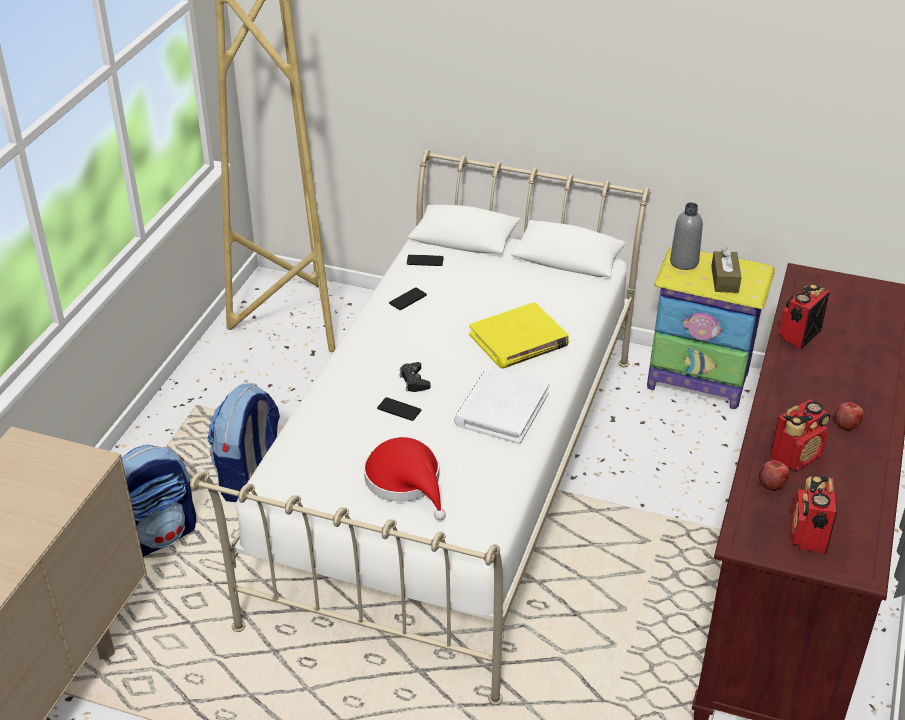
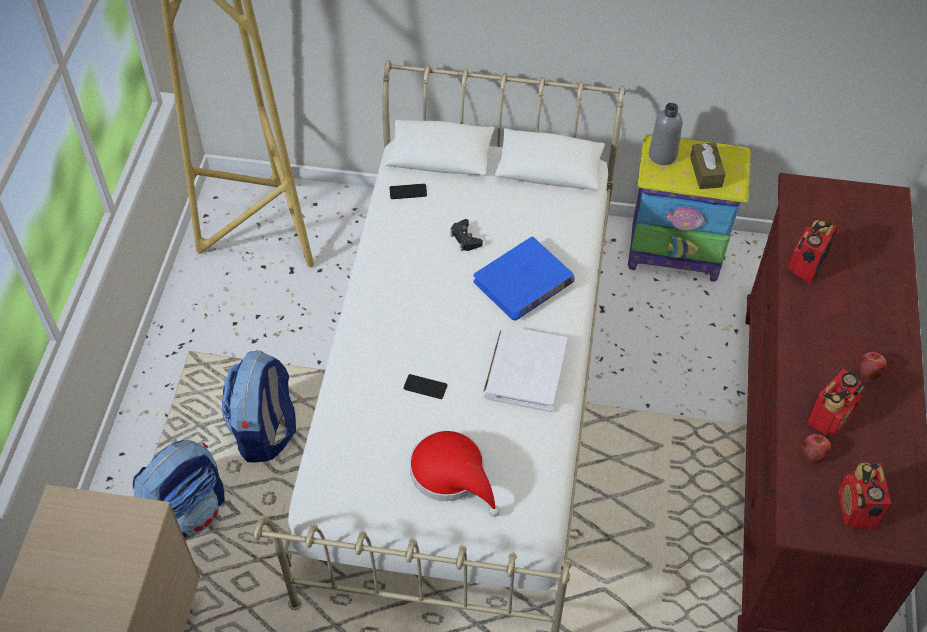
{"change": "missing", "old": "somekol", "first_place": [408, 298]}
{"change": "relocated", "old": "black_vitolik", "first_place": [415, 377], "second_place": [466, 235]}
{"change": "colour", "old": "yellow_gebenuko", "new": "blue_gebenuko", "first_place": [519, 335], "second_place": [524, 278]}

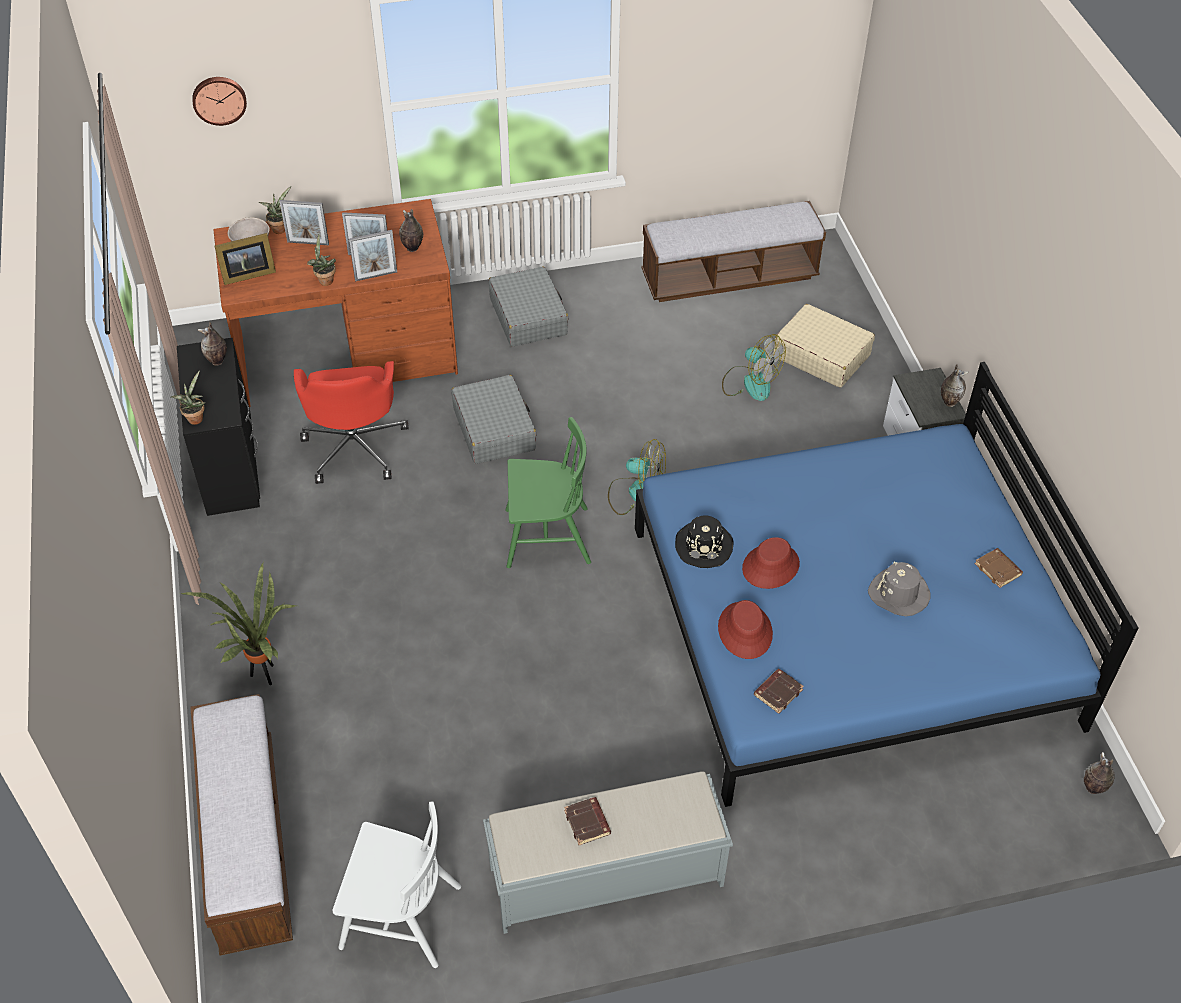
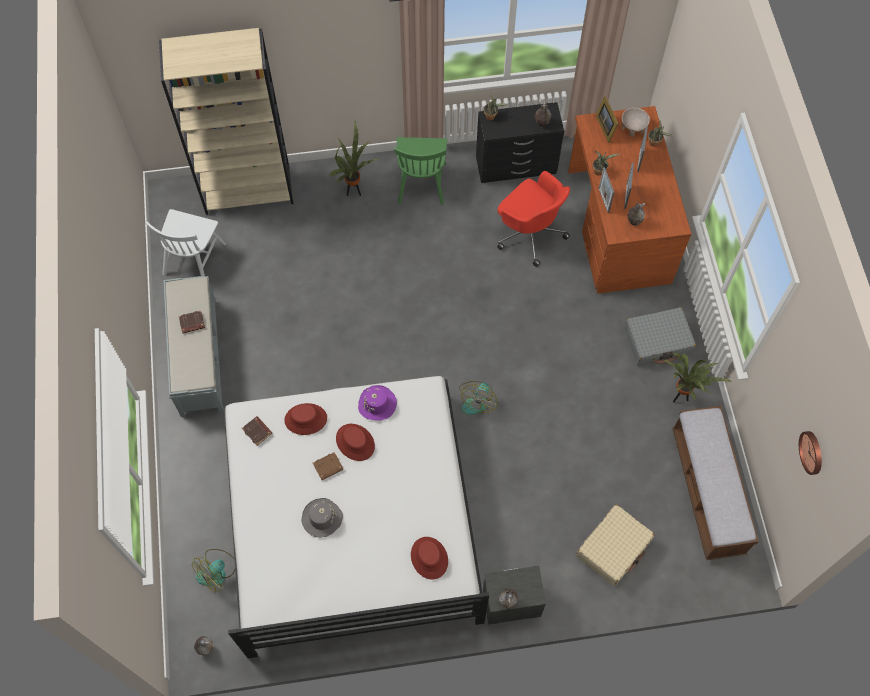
{"change": "exchanged", "old": "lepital", "new": "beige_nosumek", "first_place": [241, 824], "second_place": [226, 121]}
{"change": "relocated", "old": "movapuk", "first_place": [219, 101], "second_place": [810, 453]}
{"change": "spun", "old": "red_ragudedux", "first_place": [351, 422], "second_place": [533, 219], "degrees": -135}
{"change": "missing", "old": "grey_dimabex", "first_place": [493, 419]}
{"change": "relocated", "old": "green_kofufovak", "first_place": [548, 492], "second_place": [420, 171]}
{"change": "colour", "old": "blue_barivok", "new": "white_barivok", "first_place": [887, 584], "second_place": [356, 517]}
{"change": "colour", "old": "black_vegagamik", "new": "purple_vegagamik", "first_place": [704, 541], "second_place": [377, 403]}
{"change": "relocated", "old": "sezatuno", "first_place": [754, 367], "second_place": [213, 570]}
{"change": "relocated", "old": "brown_gebenuko", "first_place": [999, 568], "second_place": [328, 466]}
{"change": "appeared", "new": "red_vegagamik", "second_place": [429, 558]}
{"change": "appeared", "new": "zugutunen", "second_place": [698, 378]}

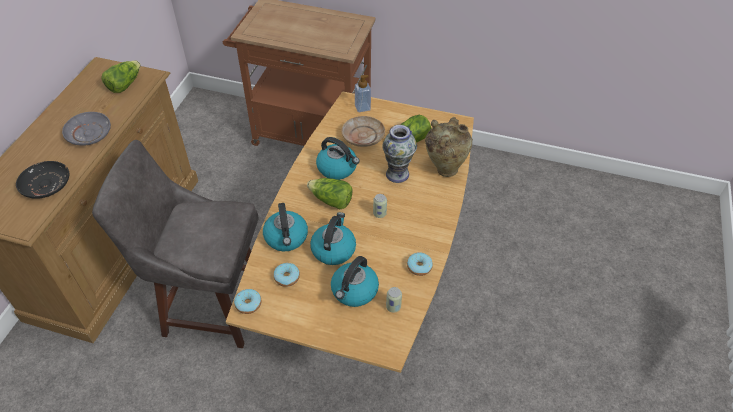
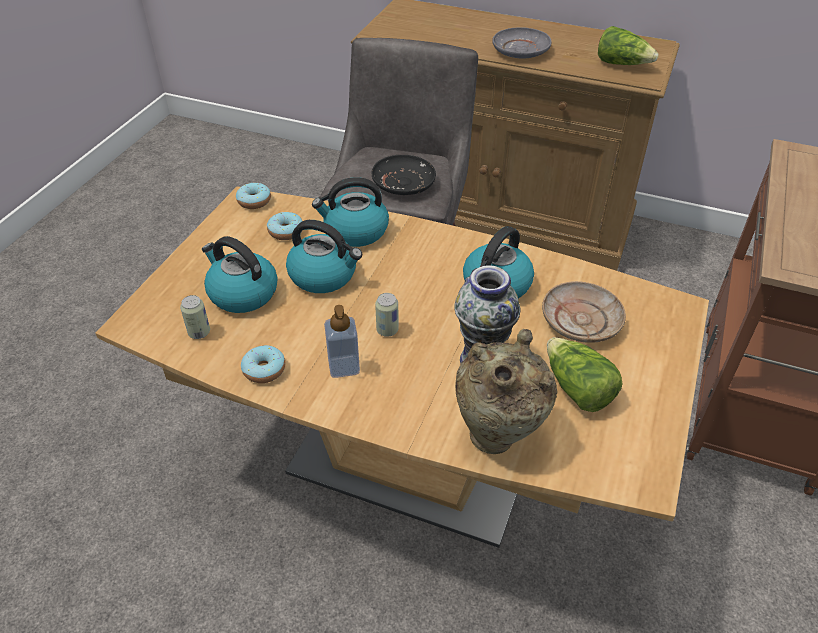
{"change": "relocated", "old": "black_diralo", "first_place": [42, 180], "second_place": [403, 175]}
{"change": "missing", "old": "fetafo", "first_place": [330, 193]}
{"change": "relocated", "old": "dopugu", "first_place": [363, 93], "second_place": [342, 341]}

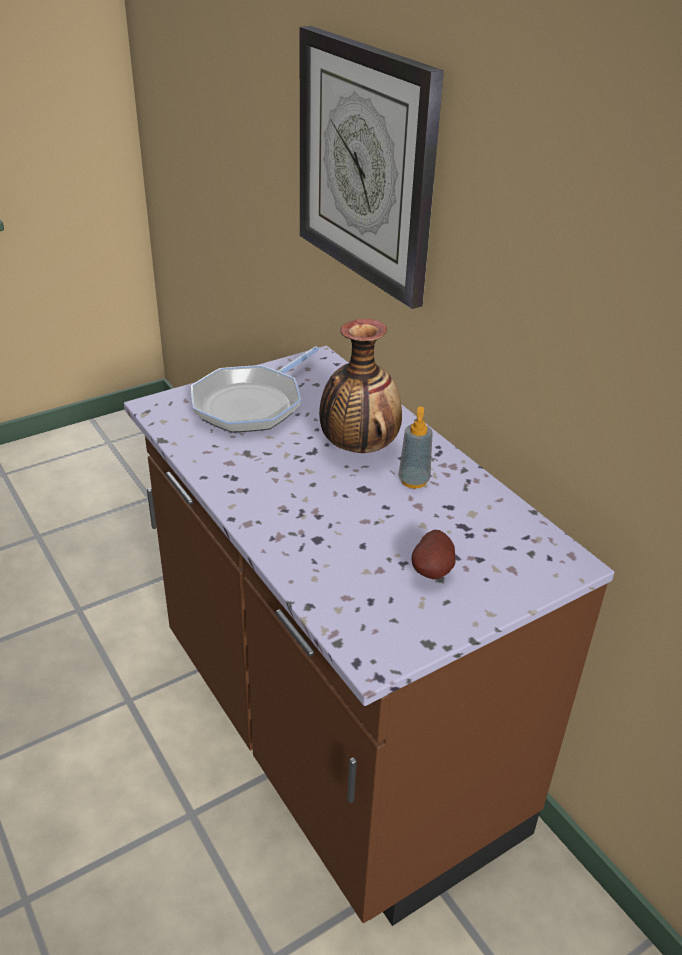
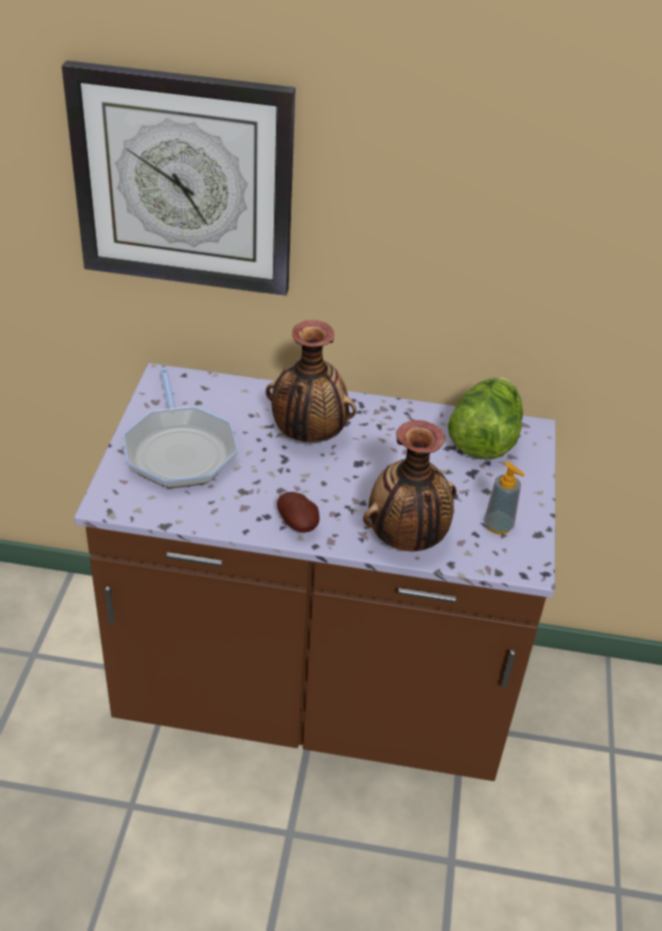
{"change": "relocated", "old": "dopugu", "first_place": [416, 447], "second_place": [504, 498]}
{"change": "relocated", "old": "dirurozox", "first_place": [433, 554], "second_place": [298, 512]}
{"change": "appeared", "new": "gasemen", "second_place": [410, 485]}
{"change": "appeared", "new": "fetafo", "second_place": [485, 418]}

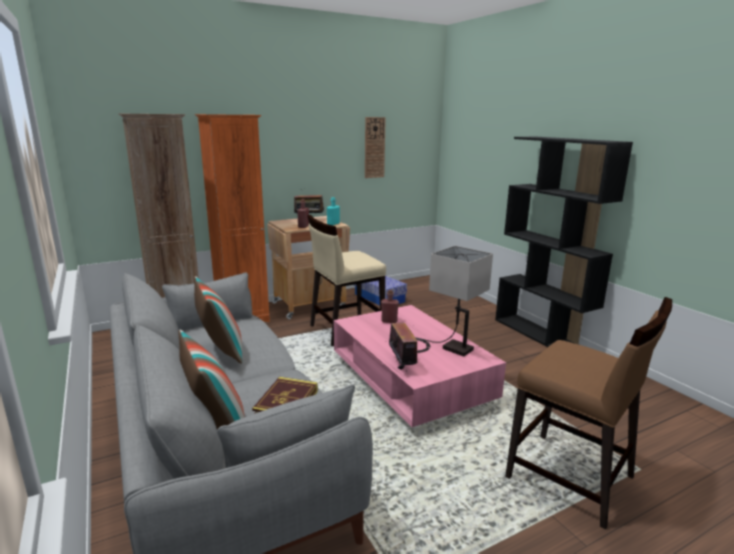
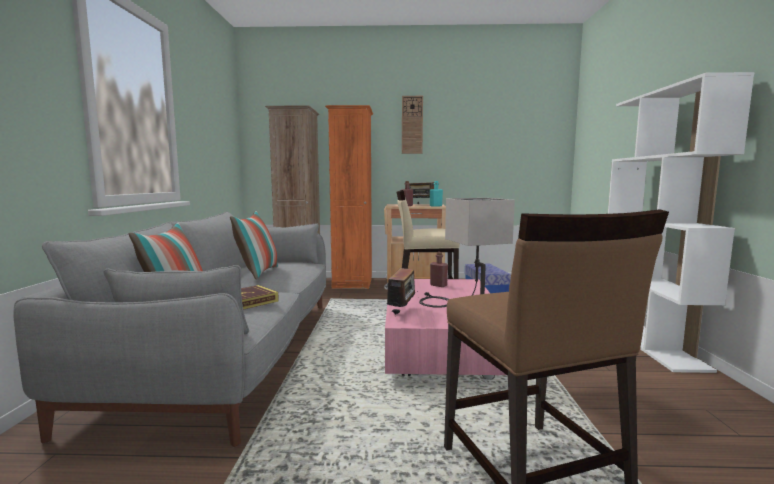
{"change": "relocated", "old": "movapuk", "first_place": [375, 147], "second_place": [412, 125]}
{"change": "colour", "old": "black_nosumek", "new": "white_nosumek", "first_place": [564, 242], "second_place": [681, 222]}

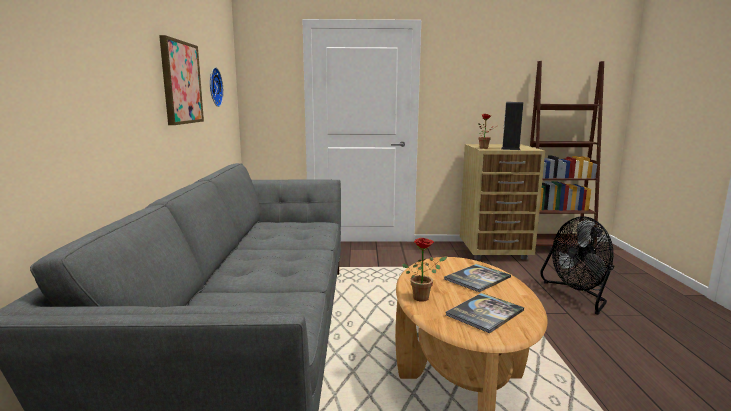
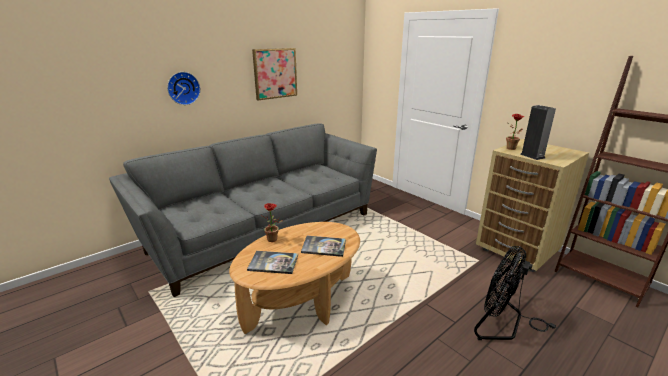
{"change": "relocated", "old": "movapuk", "first_place": [217, 87], "second_place": [183, 88]}

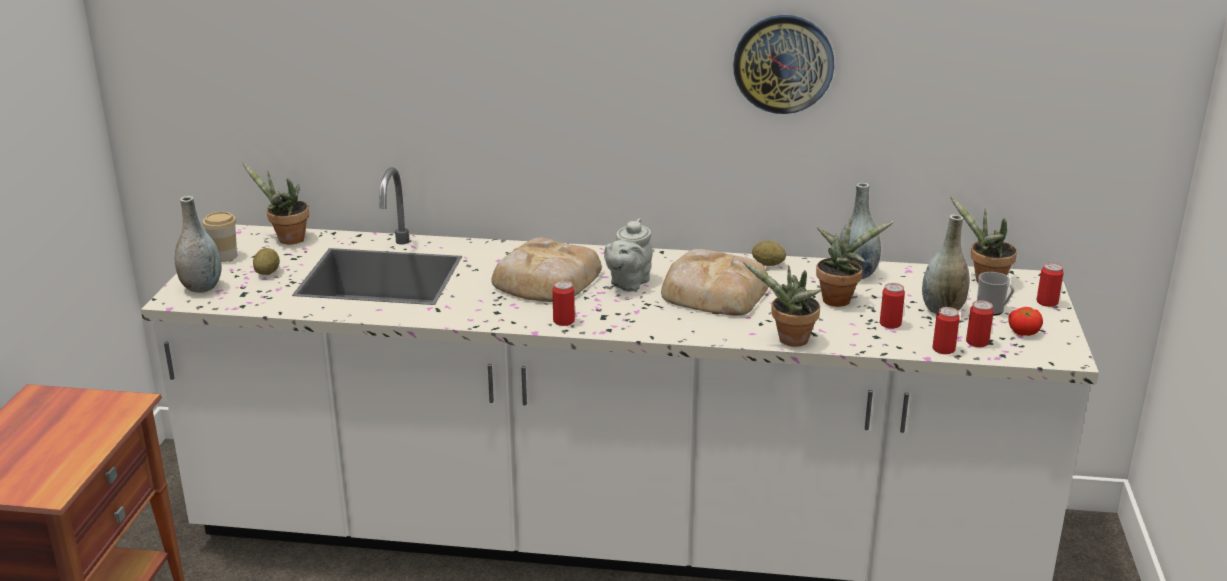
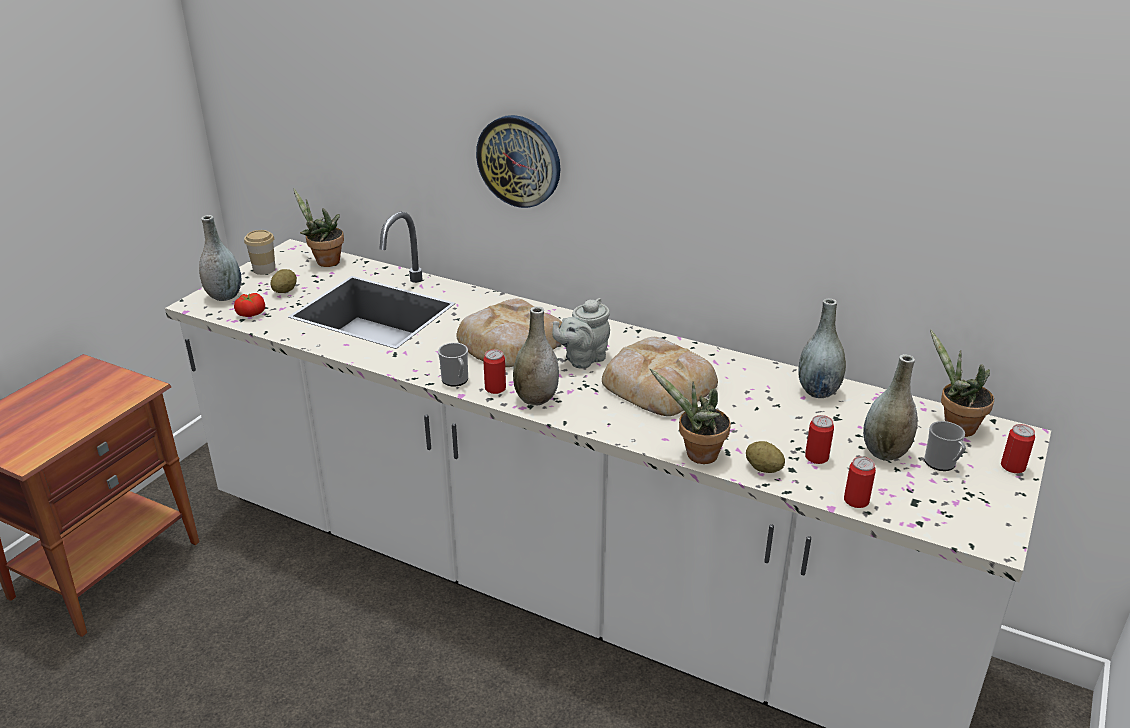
{"change": "relocated", "old": "movapuk", "first_place": [783, 64], "second_place": [518, 161]}
{"change": "relocated", "old": "dirurozox", "first_place": [769, 253], "second_place": [765, 457]}
{"change": "missing", "old": "zugutunen", "first_place": [855, 263]}
{"change": "missing", "old": "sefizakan", "first_place": [980, 323]}
{"change": "relocated", "old": "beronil", "first_place": [1025, 321], "second_place": [249, 305]}
{"change": "appeared", "new": "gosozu", "second_place": [453, 365]}
{"change": "appeared", "new": "grey_gasemen", "second_place": [536, 355]}

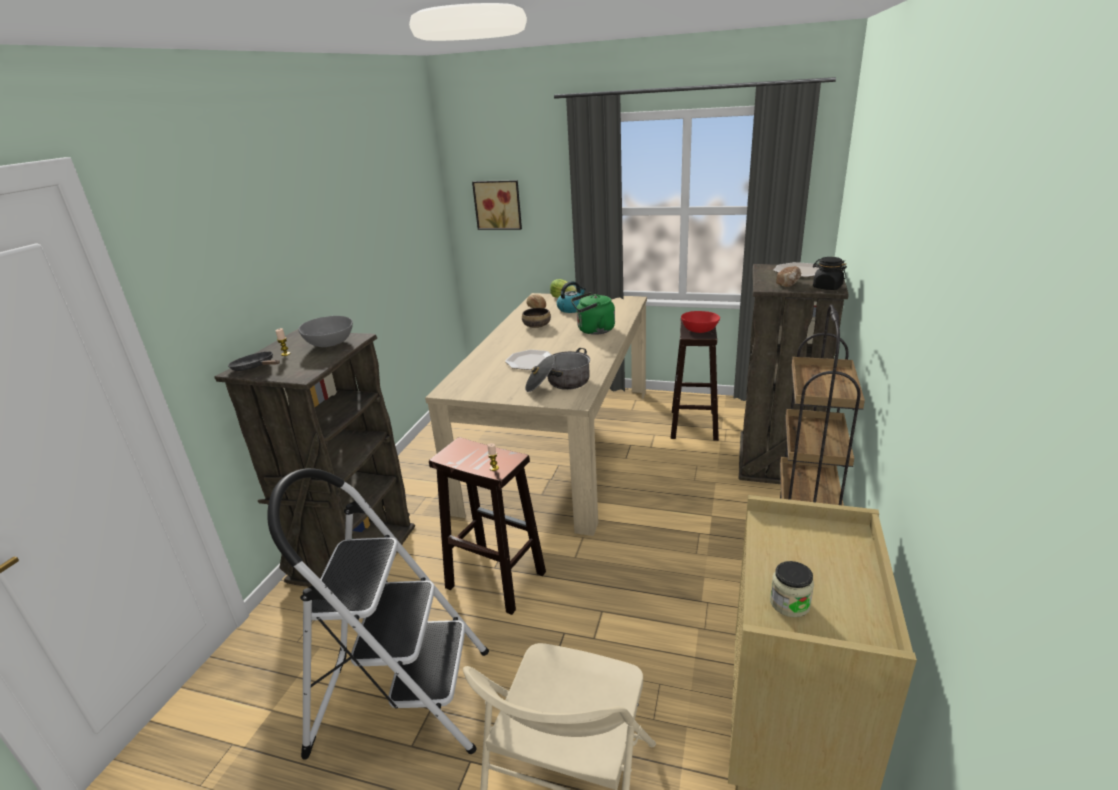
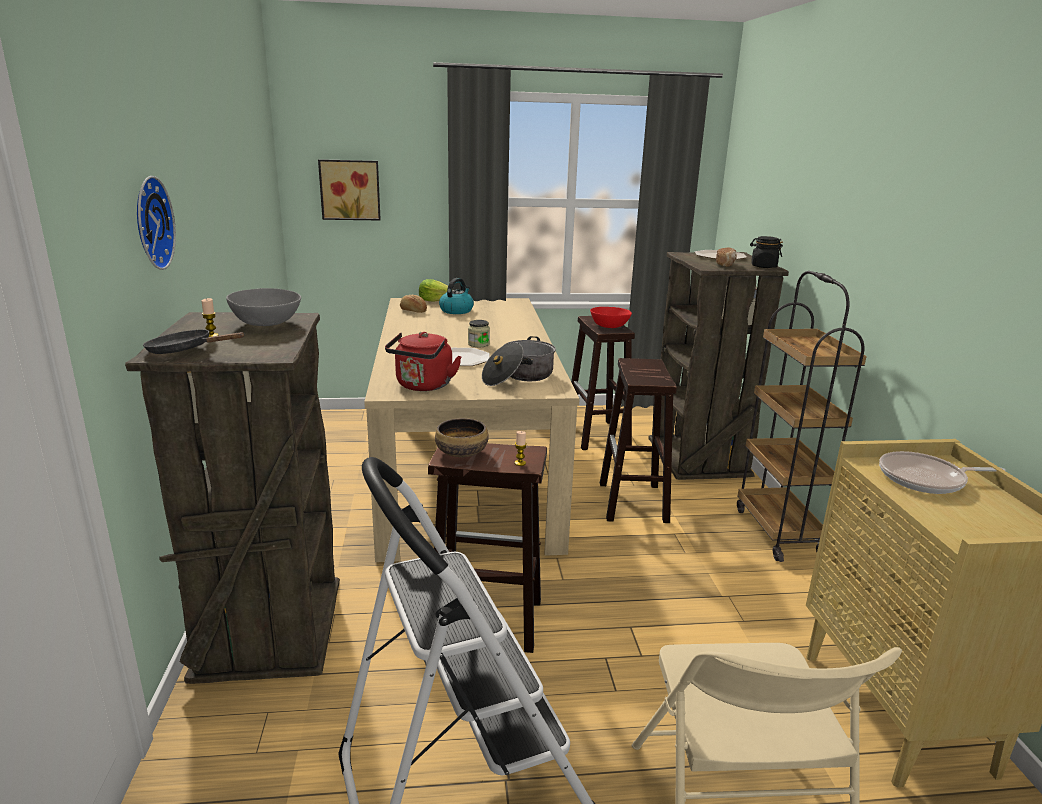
{"change": "relocated", "old": "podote", "first_place": [536, 318], "second_place": [462, 437]}
{"change": "missing", "old": "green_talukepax", "first_place": [593, 313]}
{"change": "relocated", "old": "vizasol", "first_place": [792, 589], "second_place": [479, 333]}
{"change": "appeared", "new": "movapuk", "second_place": [156, 223]}
{"change": "appeared", "new": "red_talukepax", "second_place": [423, 361]}
{"change": "appeared", "new": "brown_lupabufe", "second_place": [638, 440]}
{"change": "appeared", "new": "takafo", "second_place": [942, 472]}

